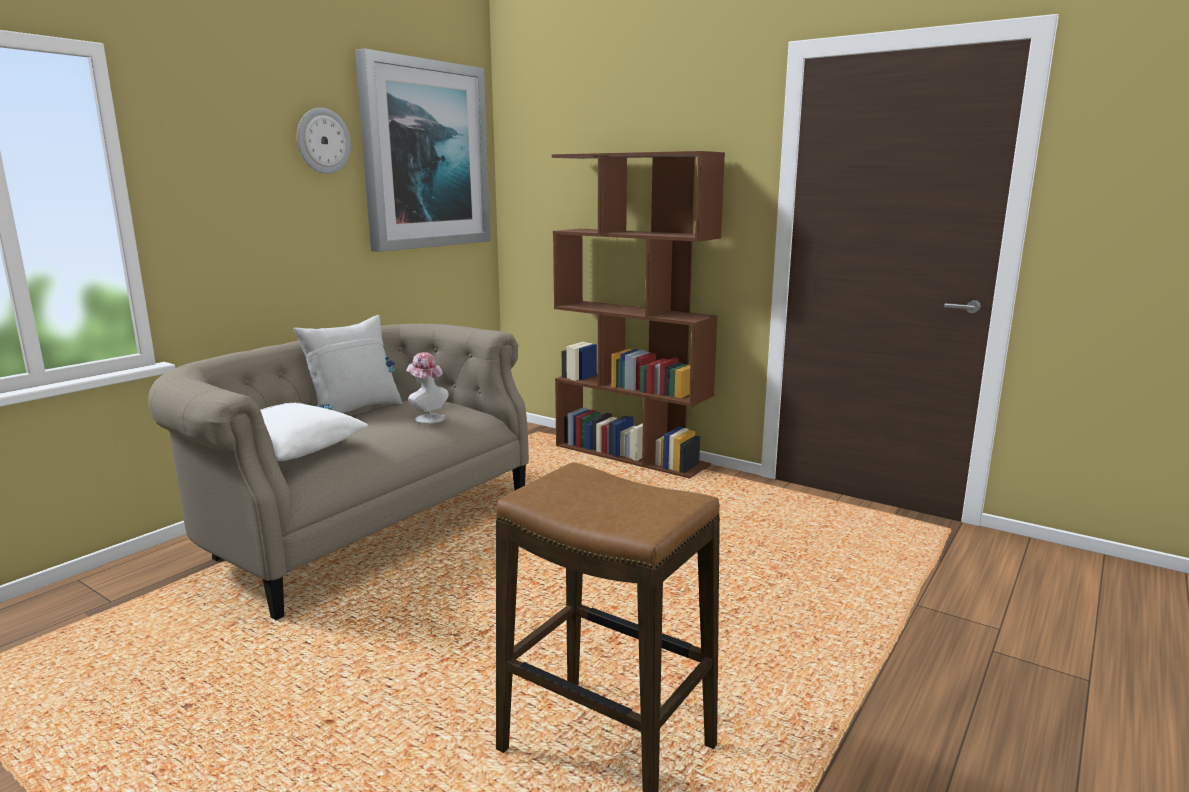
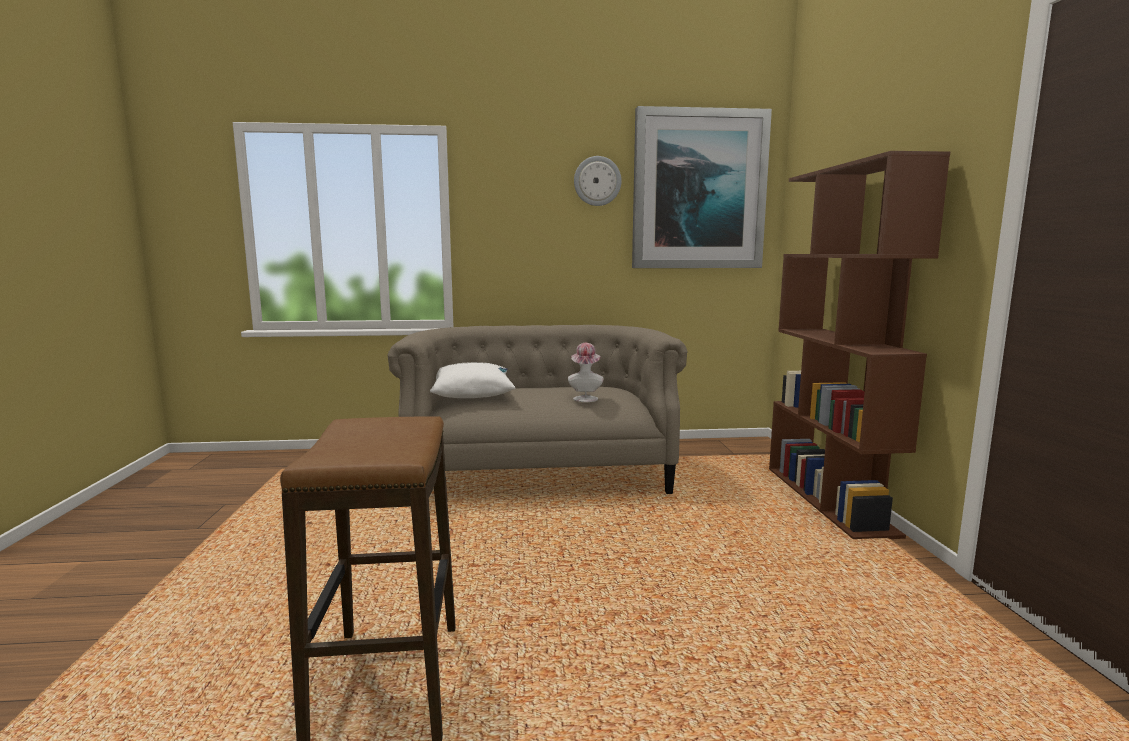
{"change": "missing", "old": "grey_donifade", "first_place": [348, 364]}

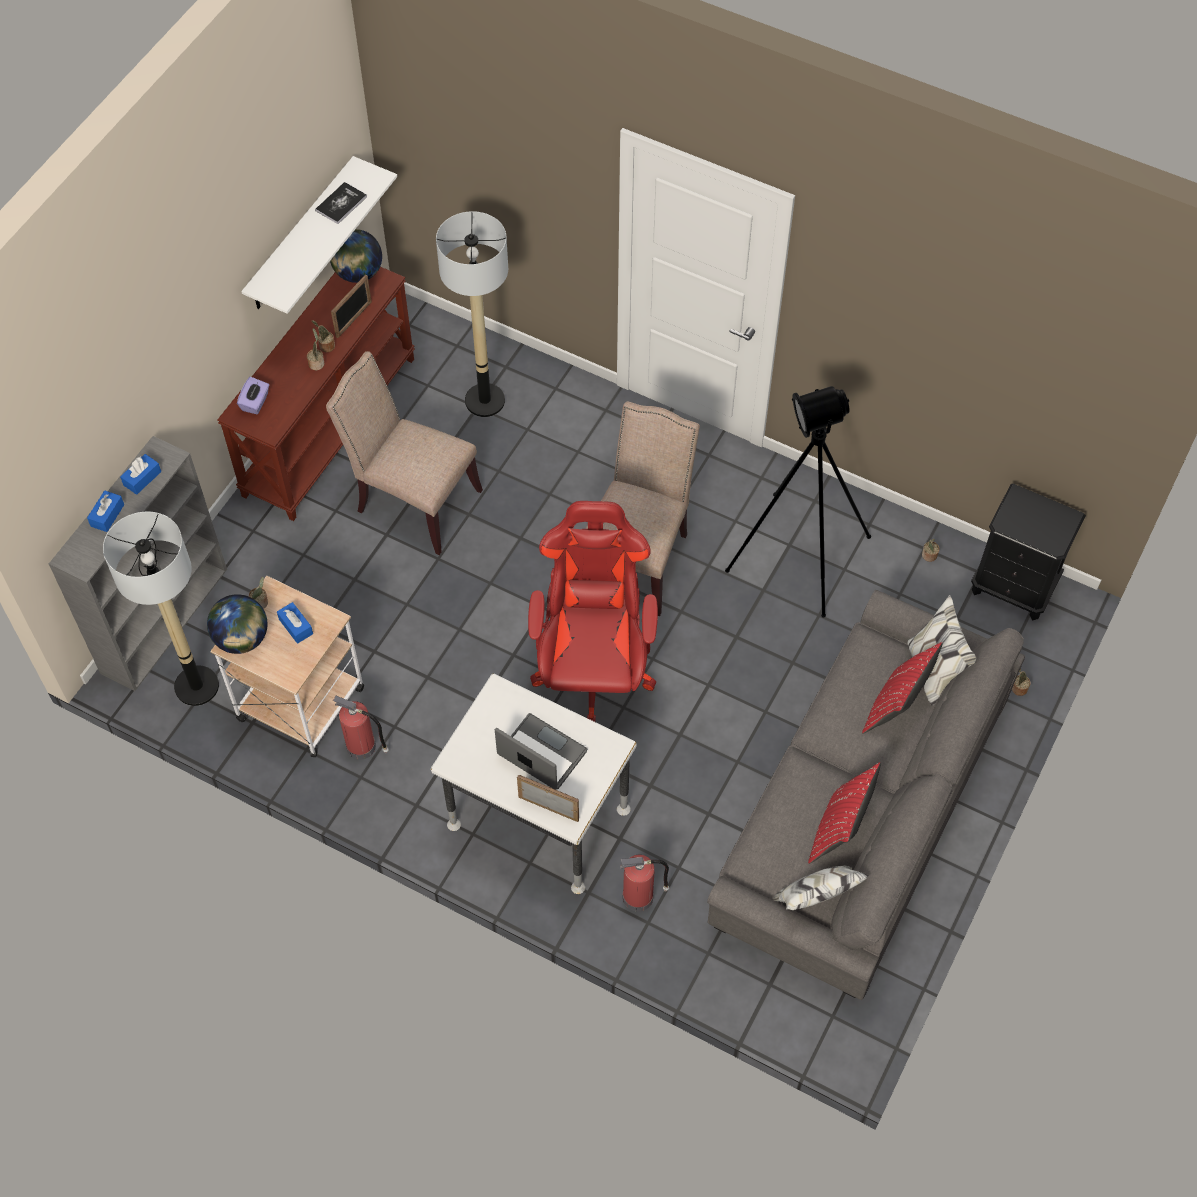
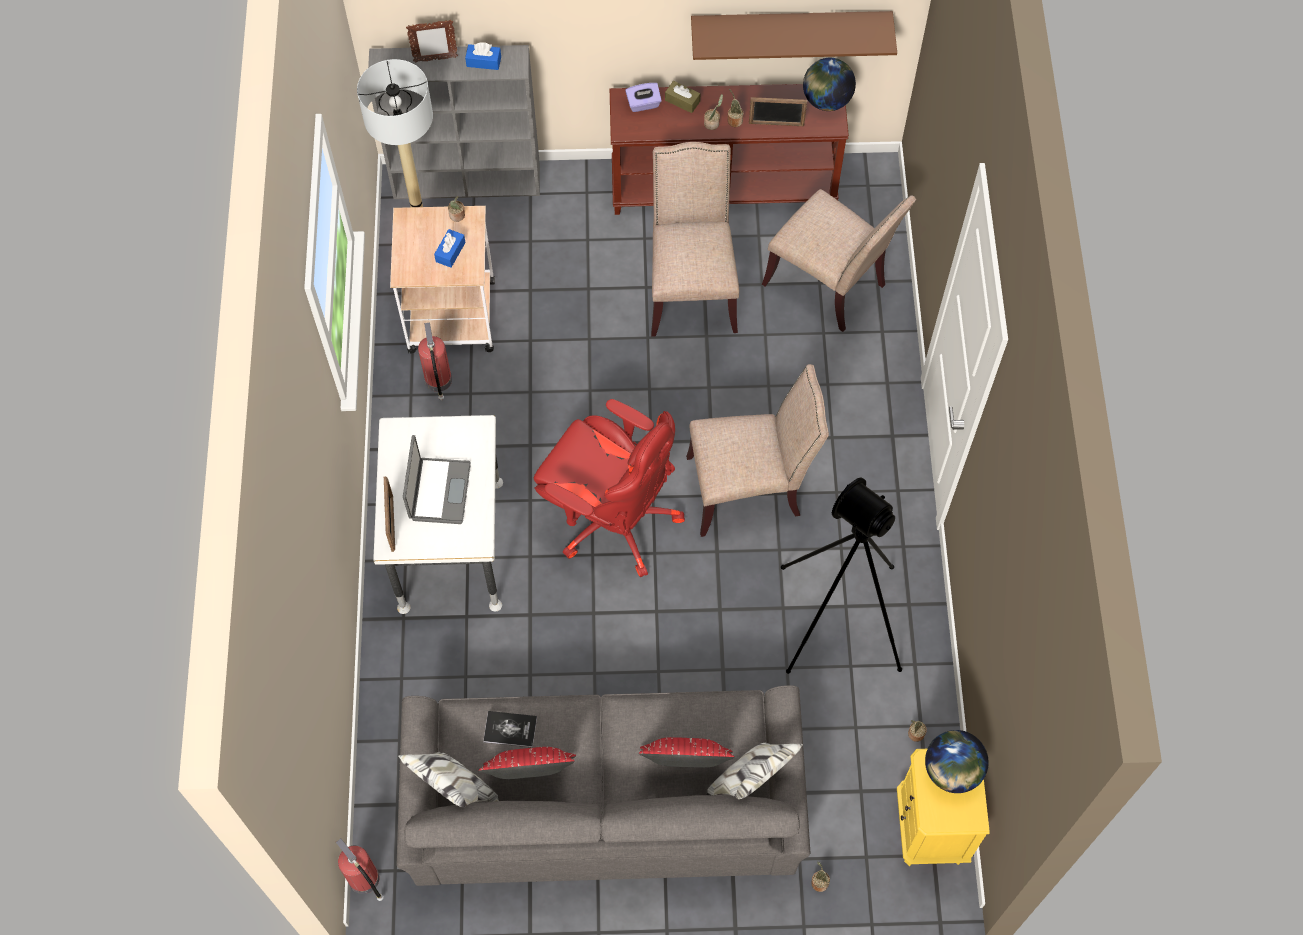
{"change": "exchanged", "old": "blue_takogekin", "new": "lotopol", "first_place": [105, 511], "second_place": [432, 41]}
{"change": "relocated", "old": "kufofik", "first_place": [237, 624], "second_place": [957, 761]}
{"change": "colour", "old": "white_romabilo", "new": "brown_romabilo", "first_place": [319, 235], "second_place": [794, 35]}
{"change": "relocated", "old": "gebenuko", "first_place": [341, 203], "second_place": [510, 729]}
{"change": "exchanged", "old": "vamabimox", "new": "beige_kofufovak", "first_place": [472, 314], "second_place": [839, 260]}
{"change": "spun", "old": "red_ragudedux", "first_place": [593, 611], "second_place": [609, 488], "degrees": 60}
{"change": "relocated", "old": "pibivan", "first_place": [644, 883], "second_place": [359, 870]}
{"change": "colour", "old": "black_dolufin", "new": "yellow_dolufin", "first_place": [1028, 552], "second_place": [943, 807]}
{"change": "appeared", "new": "brown_takogekin", "second_place": [682, 97]}

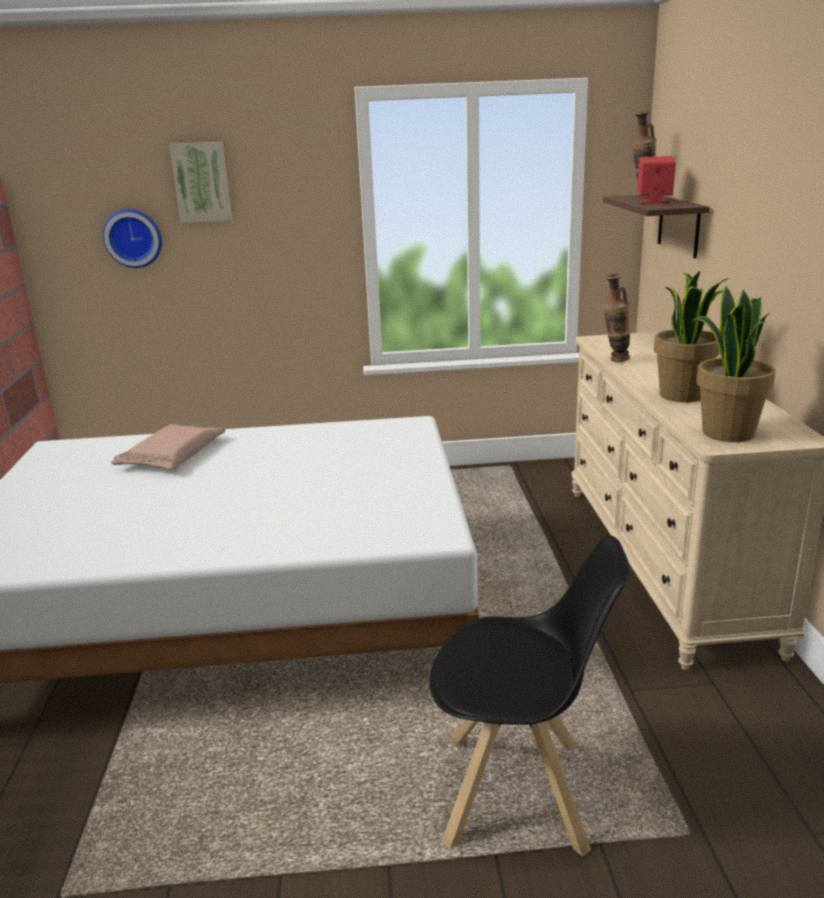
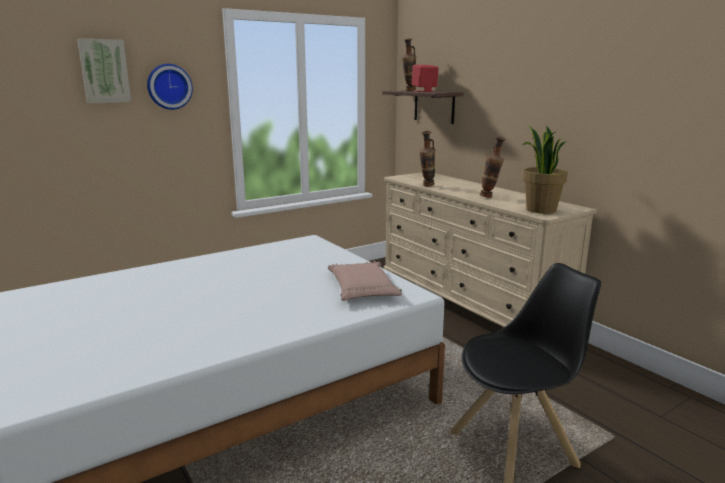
{"change": "relocated", "old": "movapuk", "first_place": [132, 238], "second_place": [170, 87]}
{"change": "relocated", "old": "beige_donifade", "first_place": [168, 446], "second_place": [365, 281]}
{"change": "exchanged", "old": "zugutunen", "new": "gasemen", "first_place": [691, 336], "second_place": [493, 167]}

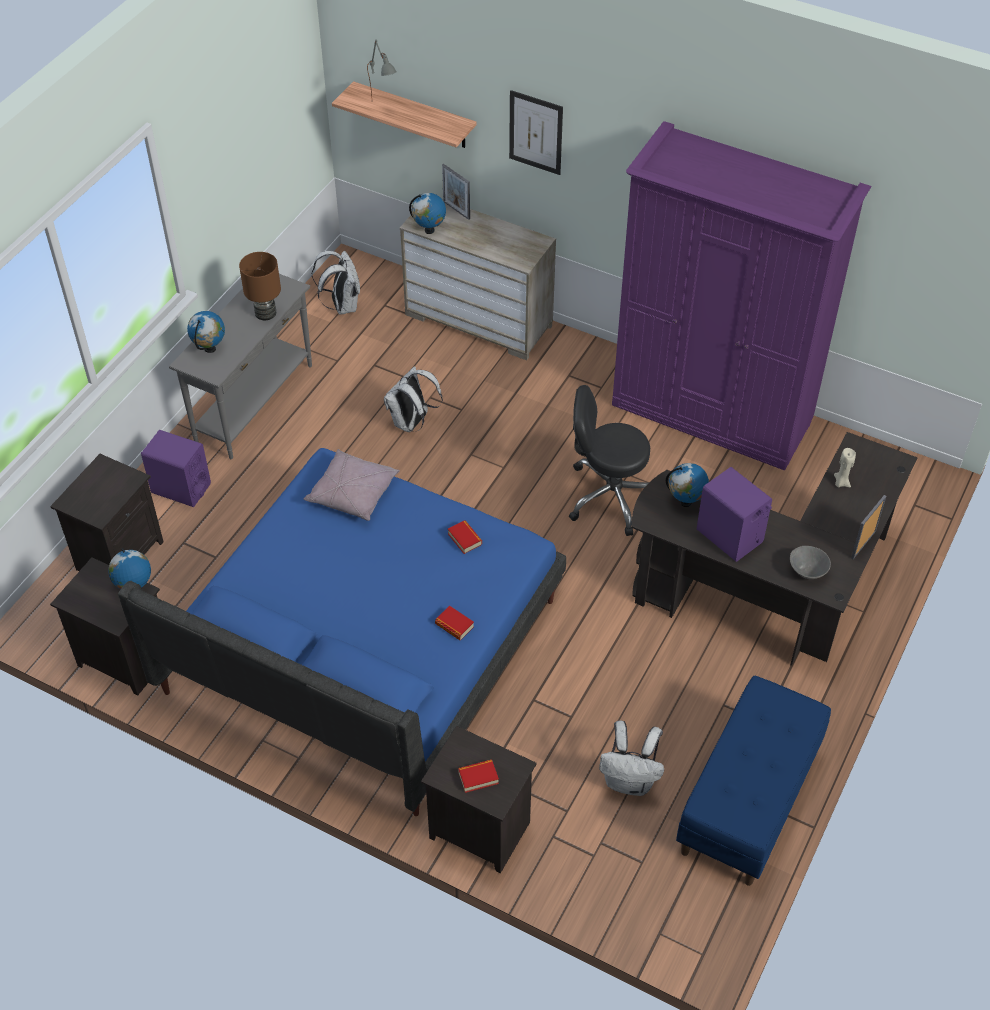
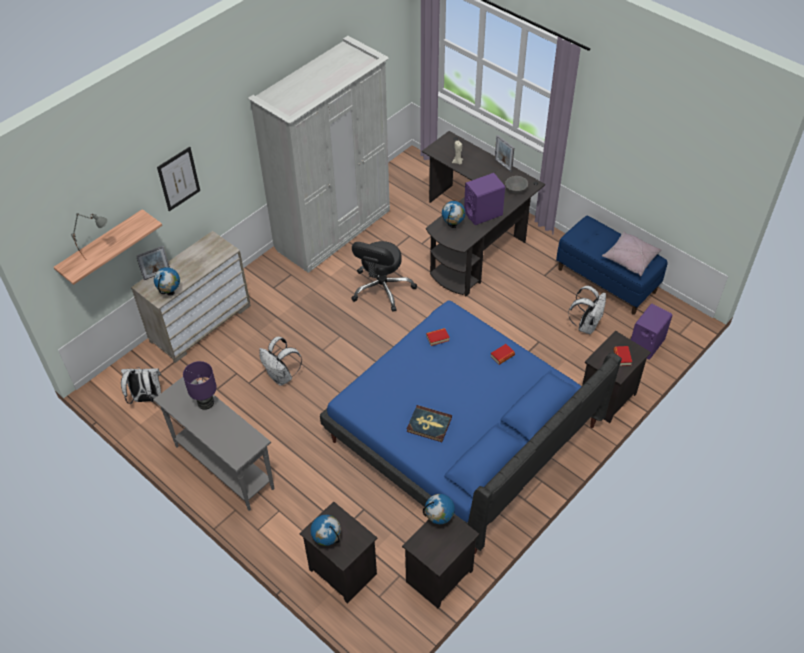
{"change": "relocated", "old": "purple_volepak", "first_place": [176, 468], "second_place": [652, 332]}
{"change": "relocated", "old": "kufofik", "first_place": [206, 332], "second_place": [325, 530]}
{"change": "colour", "old": "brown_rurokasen", "new": "purple_rurokasen", "first_place": [260, 286], "second_place": [200, 385]}
{"change": "relocated", "old": "purple_donifade", "first_place": [352, 485], "second_place": [631, 254]}
{"change": "colour", "old": "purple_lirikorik", "new": "white_lirikorik", "first_place": [741, 295], "second_place": [319, 154]}
{"change": "appeared", "new": "gebenuko", "second_place": [429, 423]}

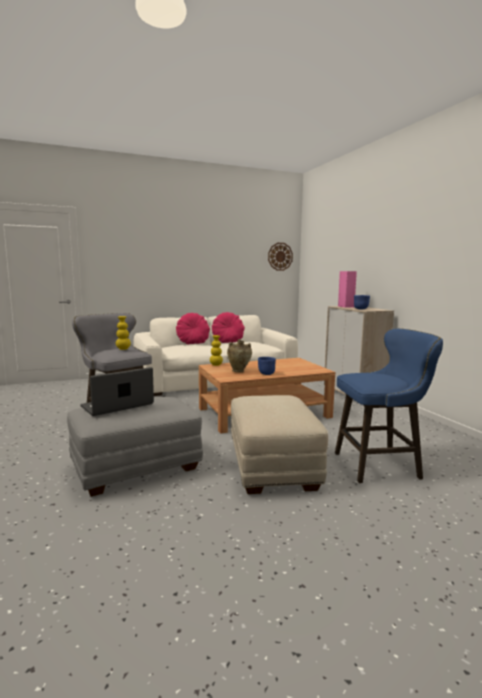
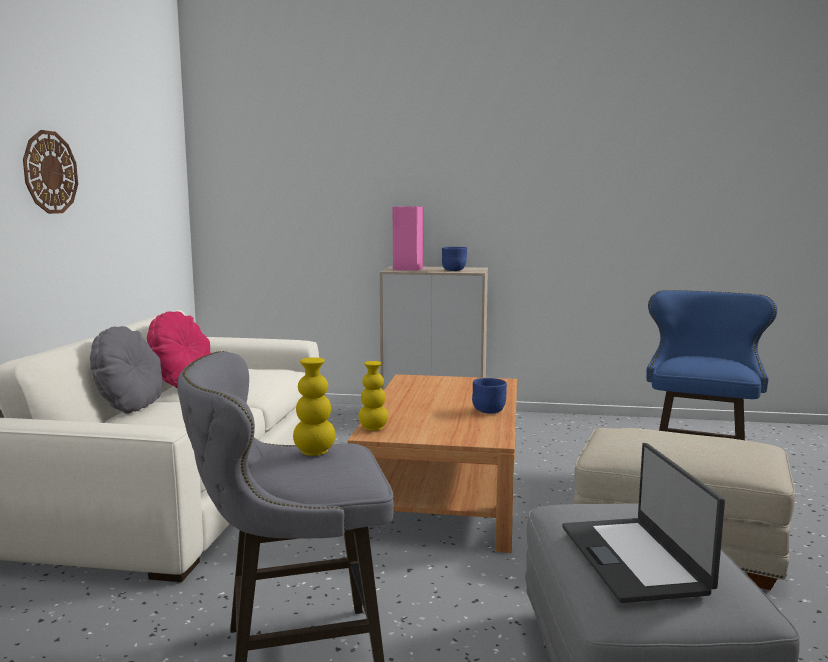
{"change": "colour", "old": "pink_donifade", "new": "grey_donifade", "first_place": [193, 329], "second_place": [126, 370]}
{"change": "missing", "old": "beige_gasemen", "first_place": [239, 355]}
{"change": "relocated", "old": "movapuk", "first_place": [280, 257], "second_place": [50, 172]}

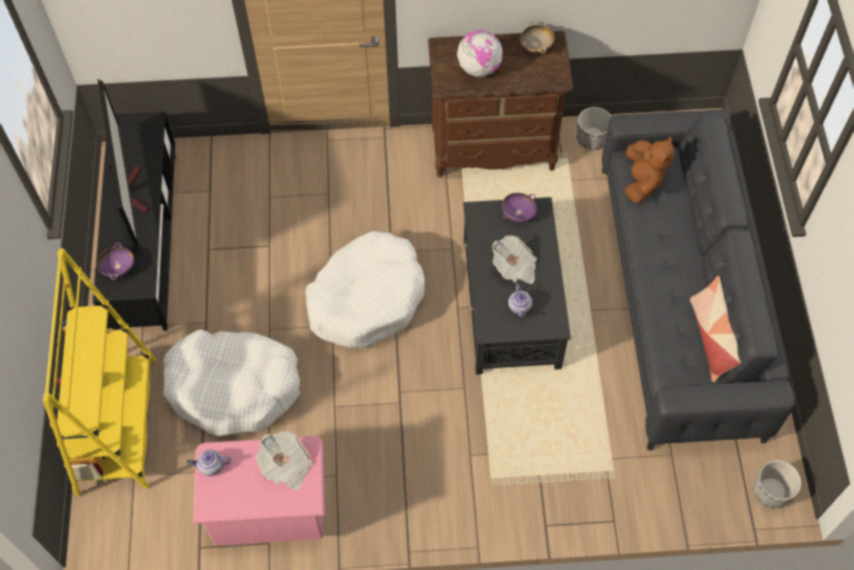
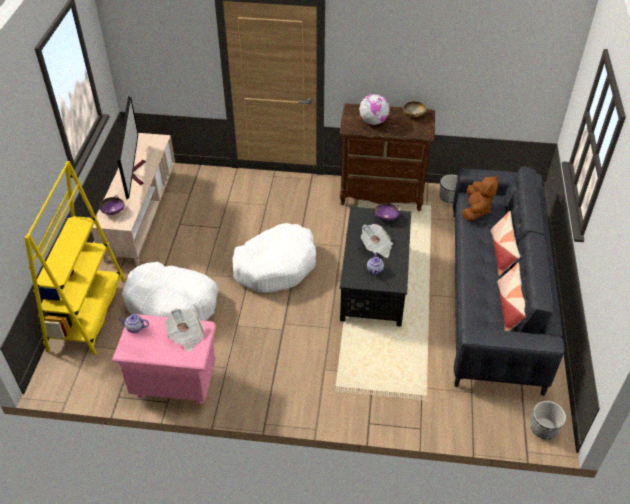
{"change": "colour", "old": "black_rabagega", "new": "beige_rabagega", "first_place": [134, 221], "second_place": [133, 199]}
{"change": "appeared", "new": "donifade", "second_place": [506, 243]}

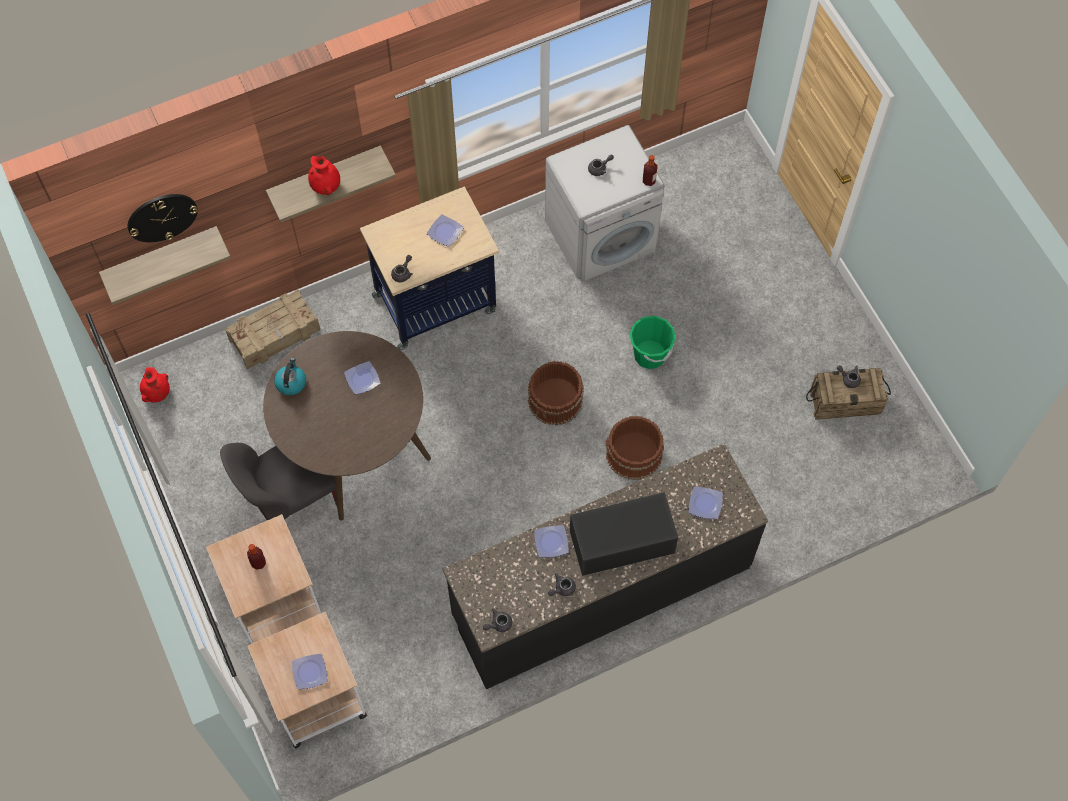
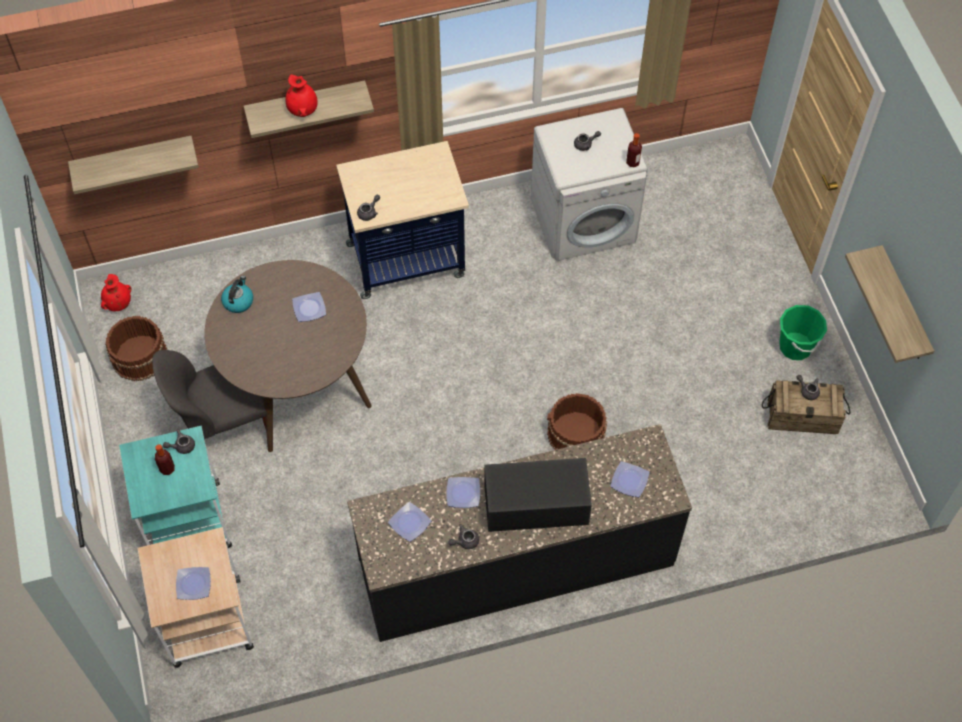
{"change": "missing", "old": "movapuk", "first_place": [163, 218]}
{"change": "colour", "old": "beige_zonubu", "new": "turquoise_zonubu", "first_place": [263, 579], "second_place": [175, 487]}
{"change": "missing", "old": "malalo", "first_place": [272, 329]}
{"change": "relocated", "old": "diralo", "first_place": [445, 230], "second_place": [409, 522]}
{"change": "relocated", "old": "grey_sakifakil", "first_place": [497, 620], "second_place": [179, 441]}
{"change": "relocated", "old": "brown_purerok", "first_place": [556, 393], "second_place": [136, 348]}
{"change": "relocated", "old": "green_purerok", "first_place": [653, 342], "second_place": [803, 332]}
{"change": "appeared", "new": "romabilo", "second_place": [889, 304]}

